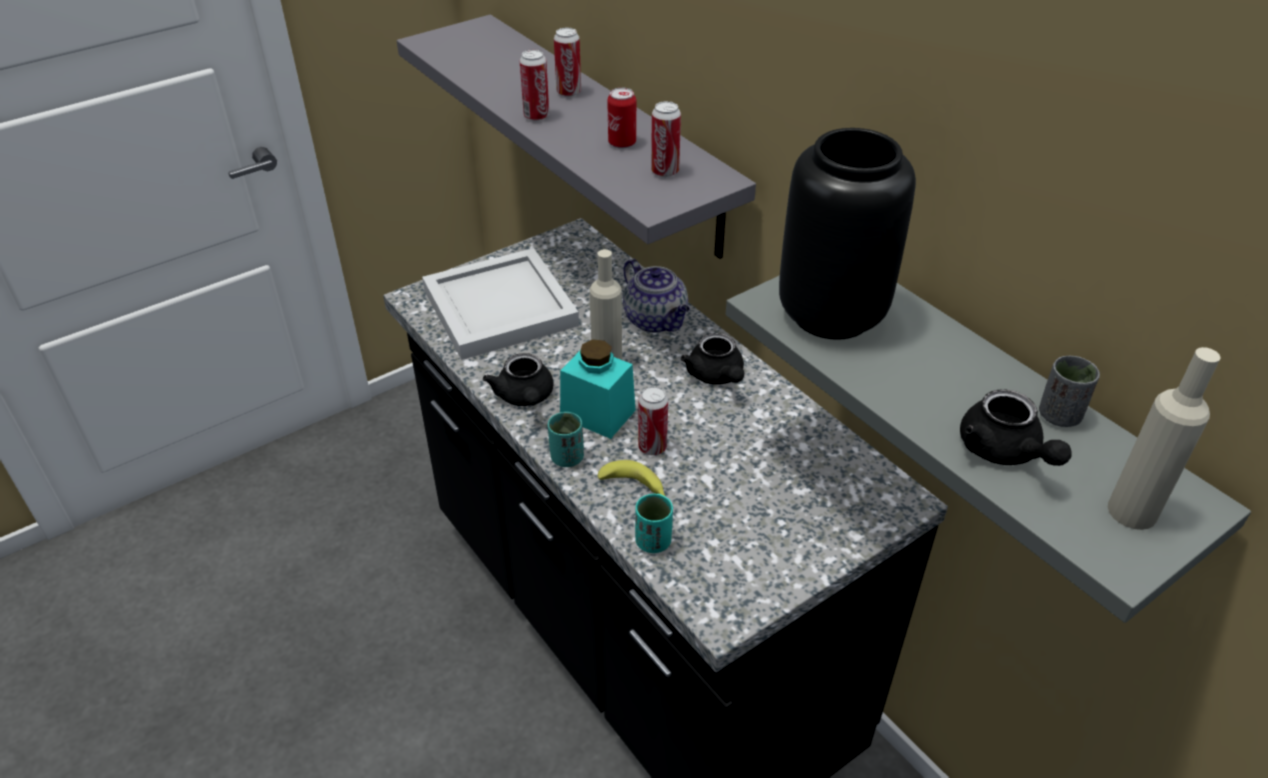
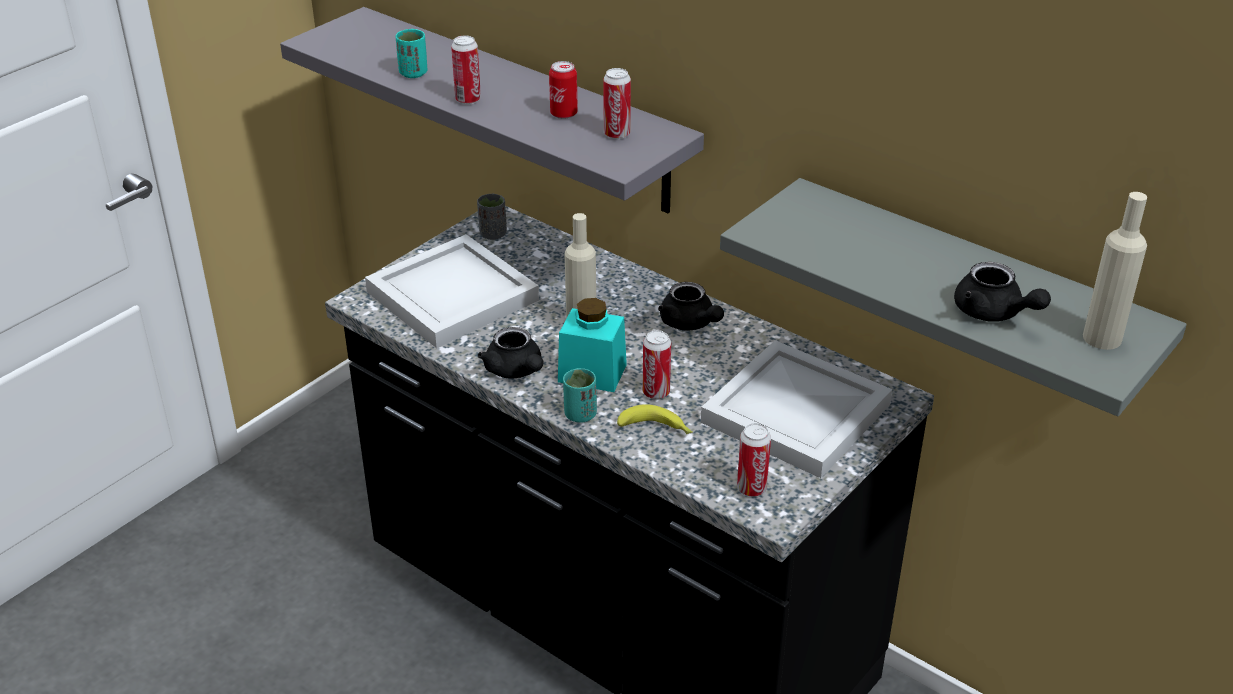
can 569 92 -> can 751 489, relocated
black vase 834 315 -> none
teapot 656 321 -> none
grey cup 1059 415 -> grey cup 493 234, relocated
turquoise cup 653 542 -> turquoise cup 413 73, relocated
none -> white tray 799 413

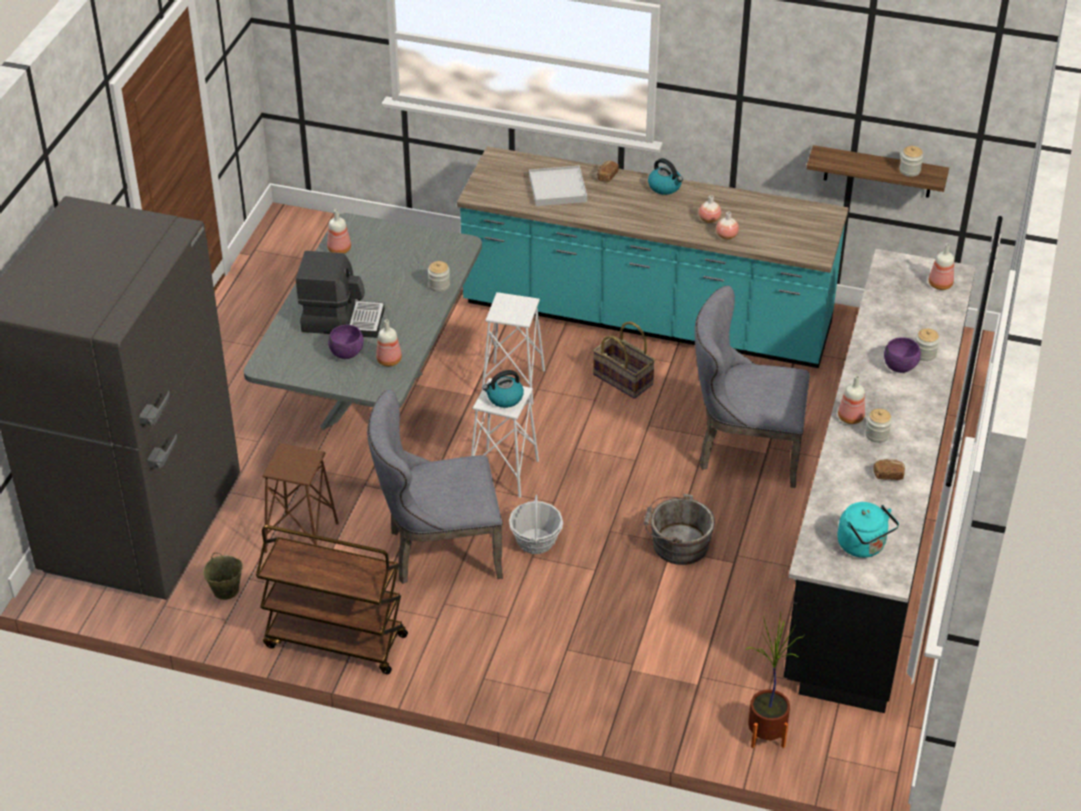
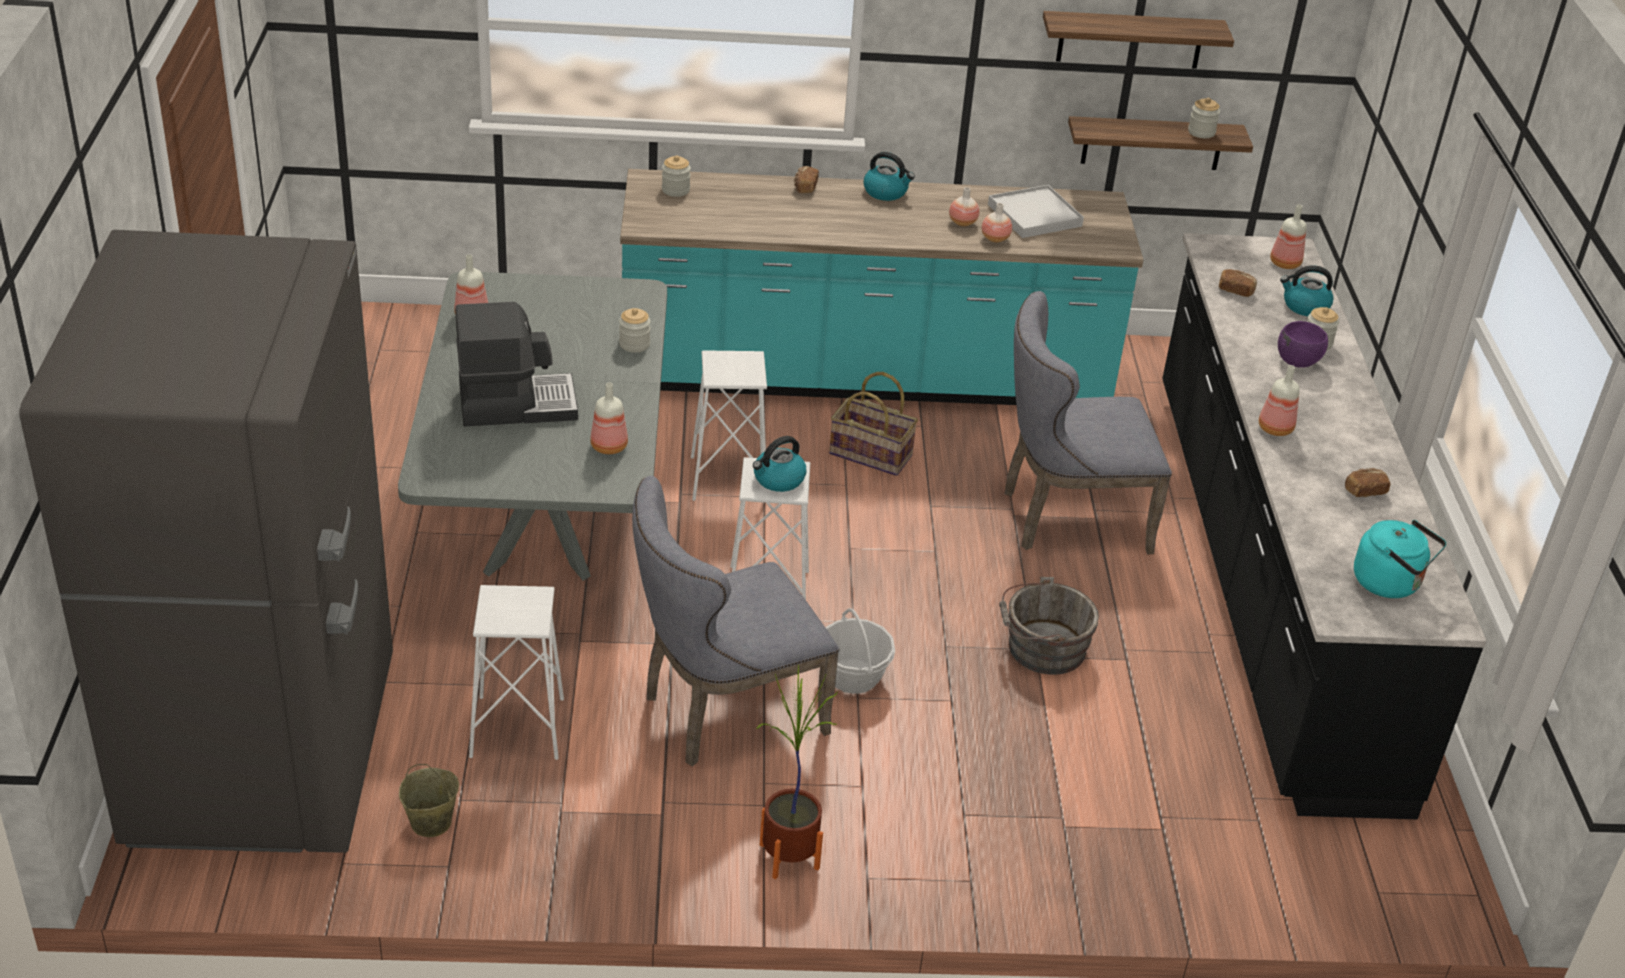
white tray 557 188 -> white tray 1034 215, relocated
purple bowl 346 353 -> none
jar 877 435 -> jar 675 190, relocated
brown stool 301 538 -> white stool 517 728
brown cart 334 641 -> none
potted plant 766 734 -> potted plant 789 856, relocated
none -> shelf 1130 40
none -> kettle 1304 306
none -> bread 1235 290

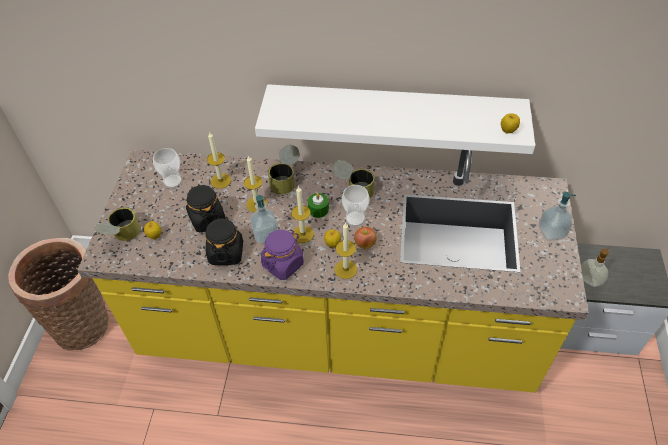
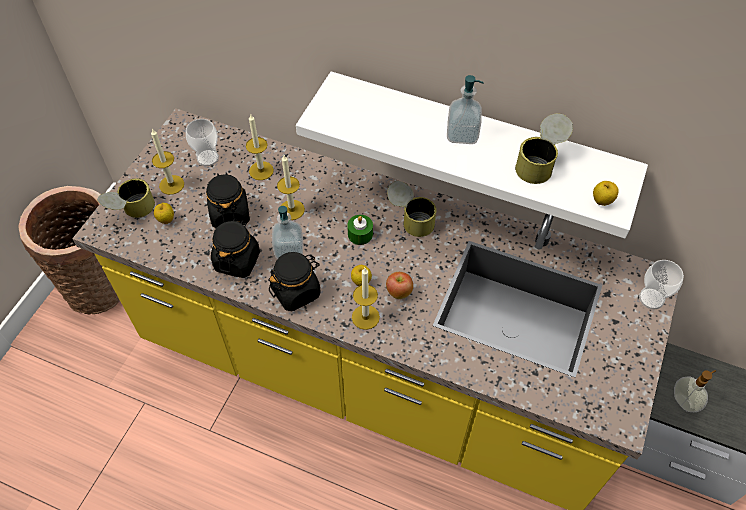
can 286 180 -> can 540 163, relocated
cup 355 218 -> cup 651 298, relocated
candle 302 234 -> candle 171 185, relocated
soap dispenser 551 232 -> soap dispenser 462 134, relocated
purple jar 283 264 -> black jar 296 291

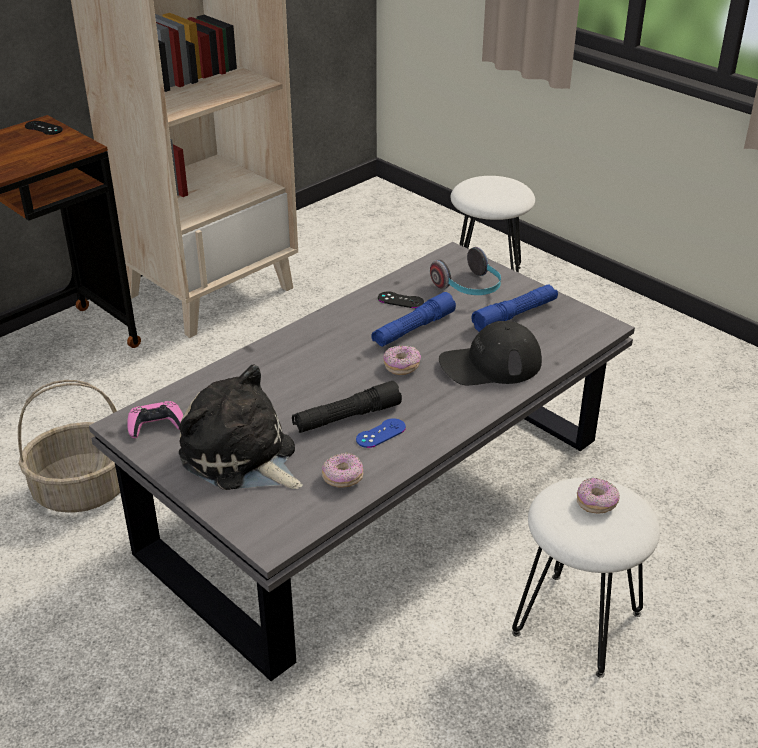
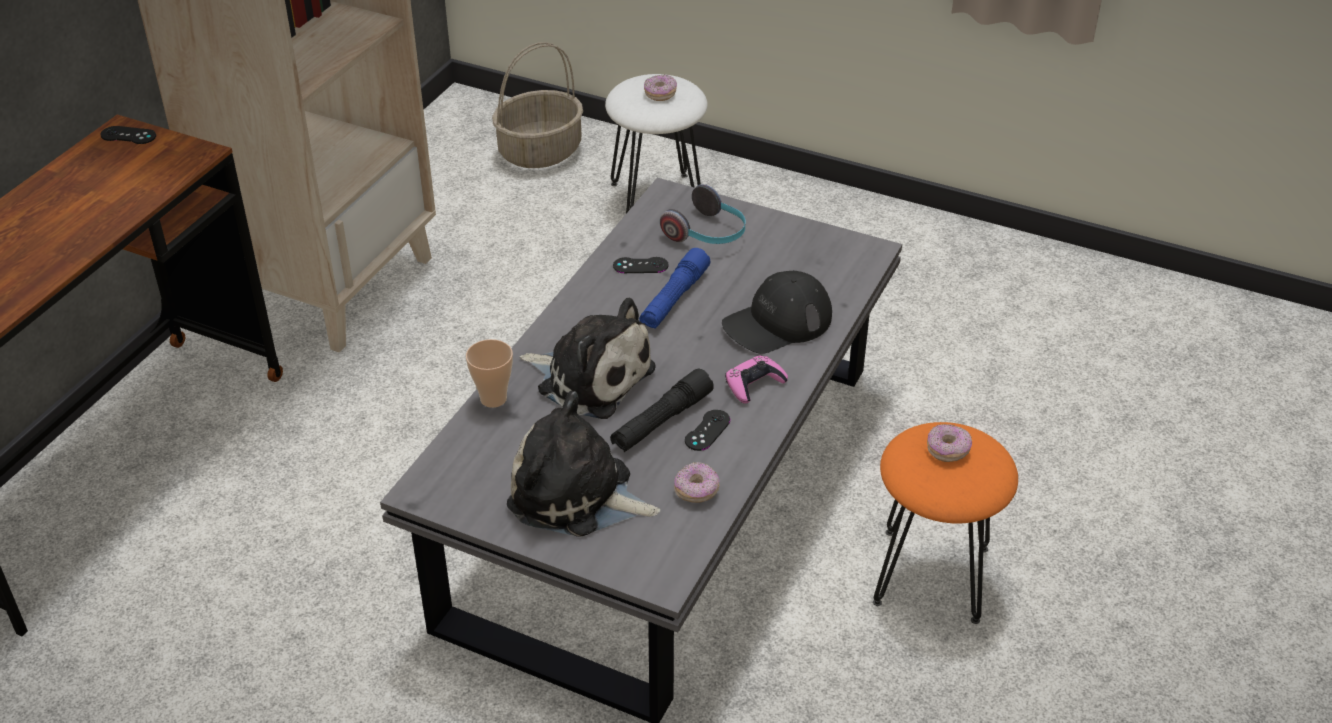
blue flashlight 515 315 -> none
donut 401 367 -> donut 660 94, relocated
basket 83 489 -> basket 540 151, relocated
pink game controller 156 425 -> pink game controller 754 384, relocated
blue game controller 381 433 -> black game controller 707 430
white stool 578 623 -> orange stool 932 575
none -> plush toy 590 377
none -> cup 493 399

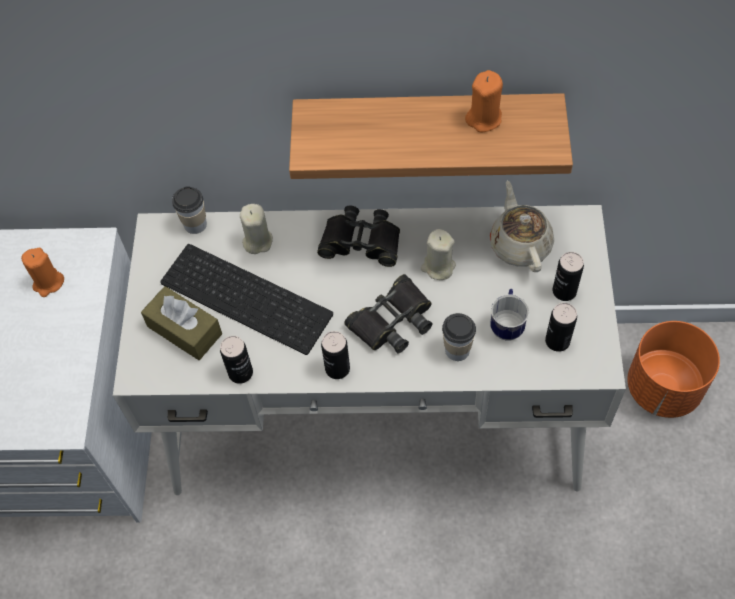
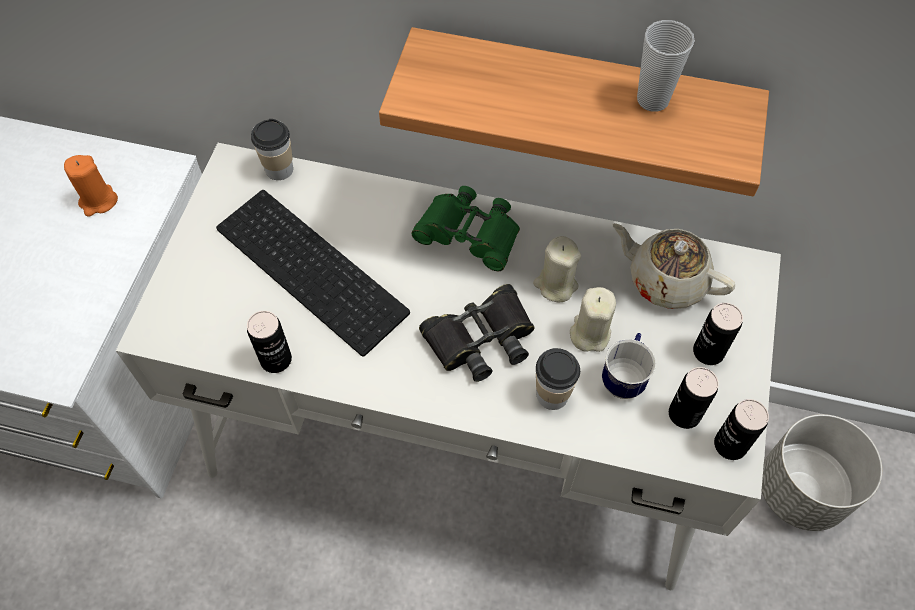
orange candle 484 118 -> cup 652 100
beige teapot 520 244 -> beige teapot 665 280, 60 degrees counterclockwise
beige candle 257 241 -> beige candle 589 333, relocated
black binoculars 361 242 -> green binoculars 469 233
brown tissue box 184 330 -> none
orange planter 663 388 -> grey planter 801 491
can 337 368 -> can 730 445, relocated

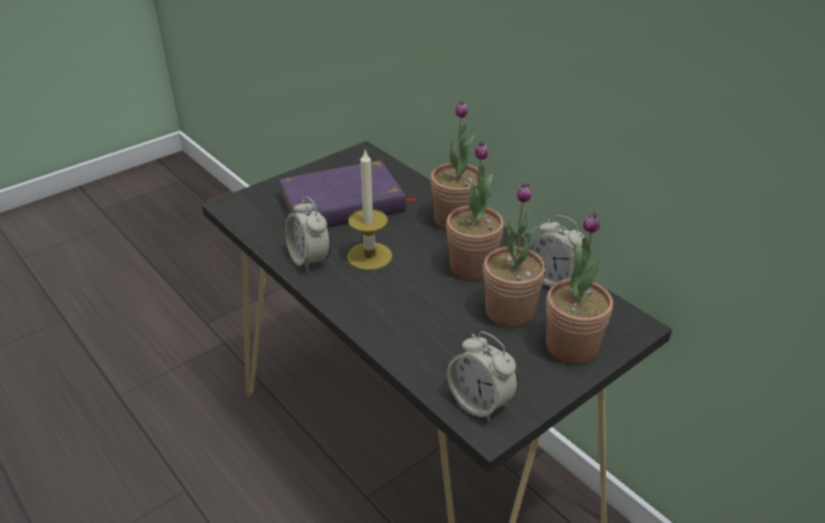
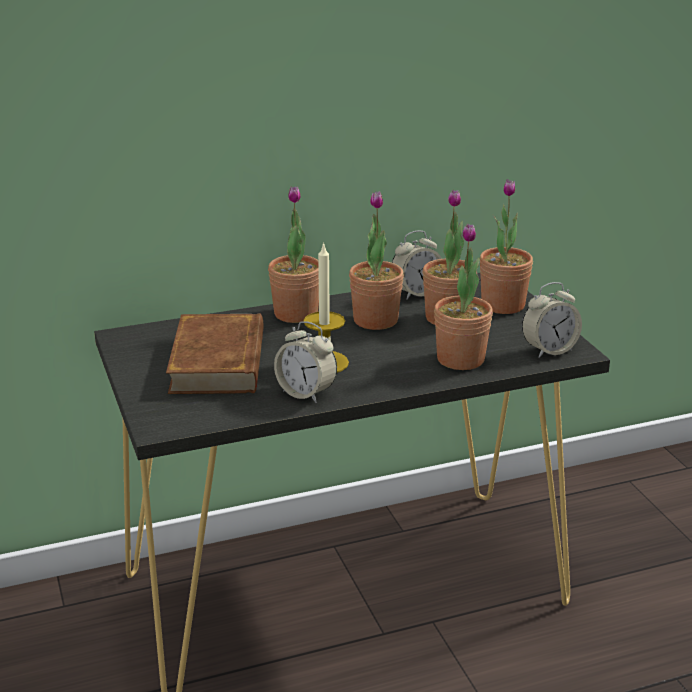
purple book 343 204 -> brown book 219 362
alarm clock 309 259 -> alarm clock 306 393, 45 degrees clockwise
none -> potted plant 460 359

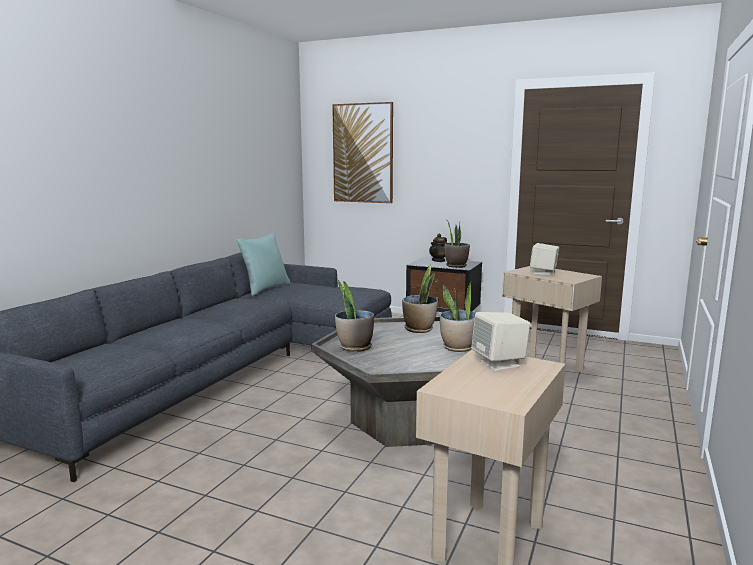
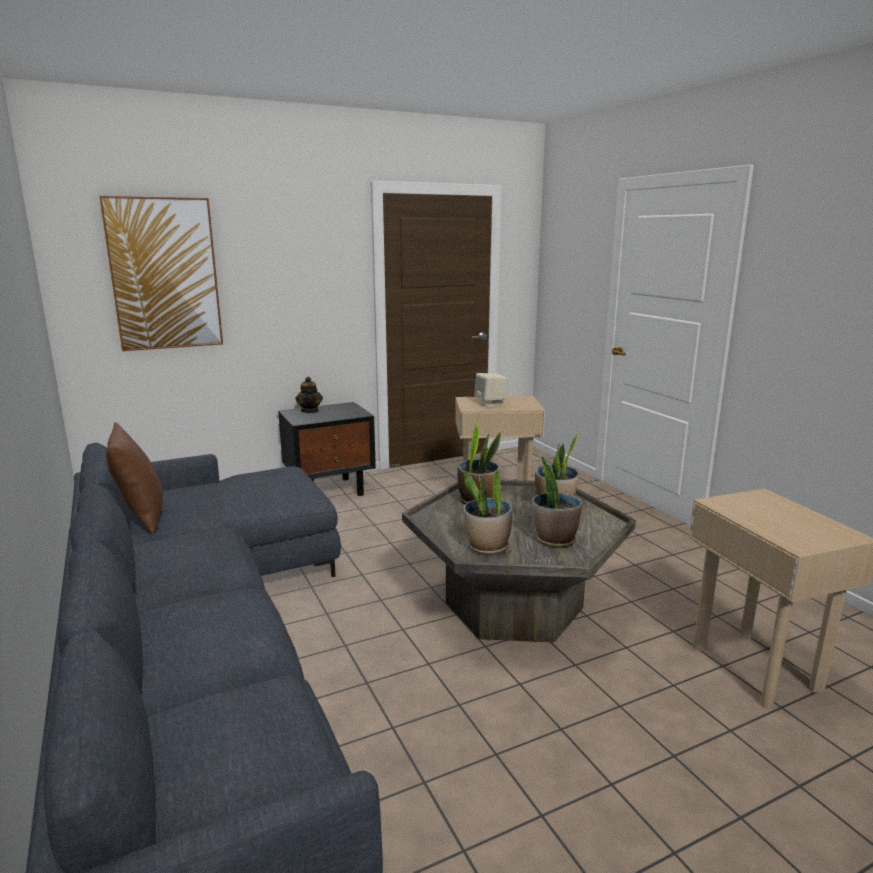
potted plant 456 266 -> potted plant 554 540, relocated
turquoise pillow 265 289 -> brown pillow 141 516
beige speaker 499 363 -> none

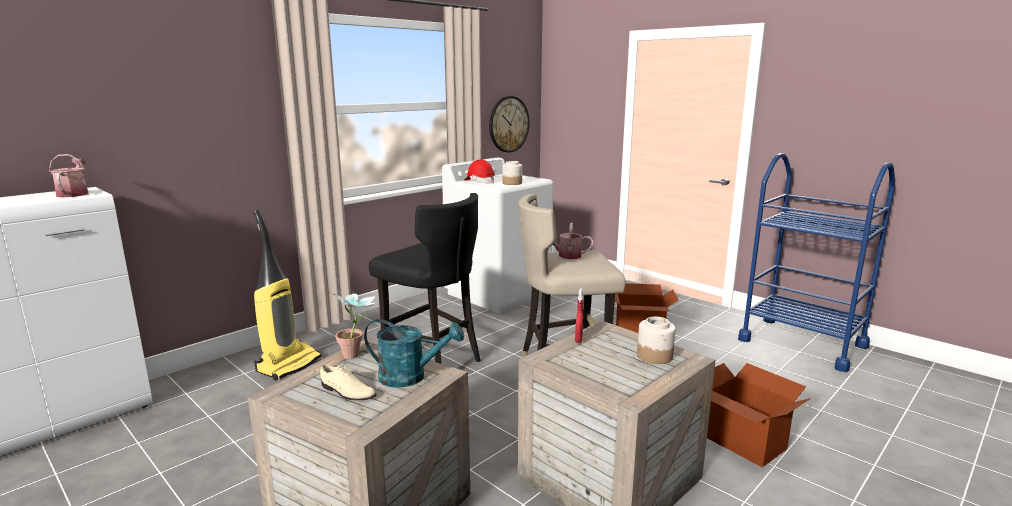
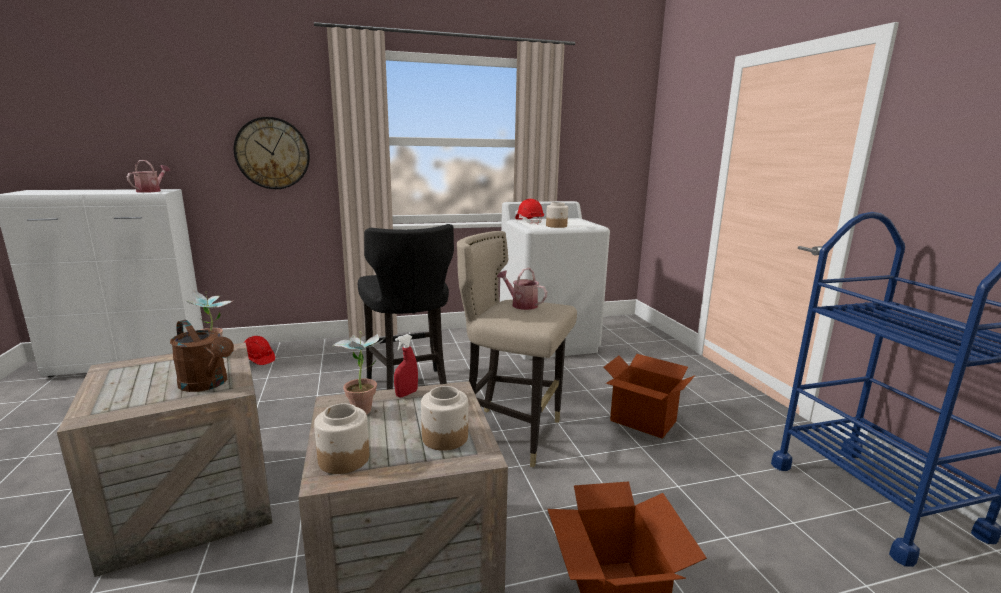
wall clock 508 124 -> wall clock 272 153, relocated
vacuum cleaner 289 364 -> none
turquoise watering can 411 377 -> brown watering can 207 384
beige shoe 347 391 -> none
none -> potted plant 364 407
none -> red hard hat 258 359
none -> jar 343 459

